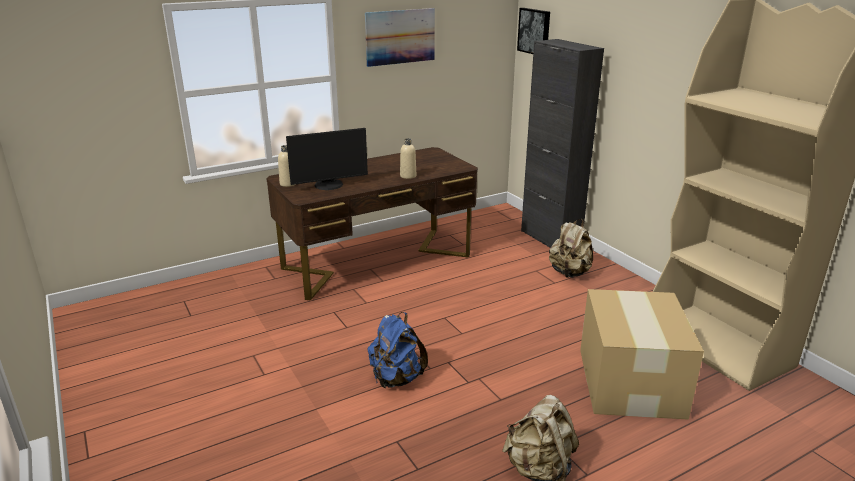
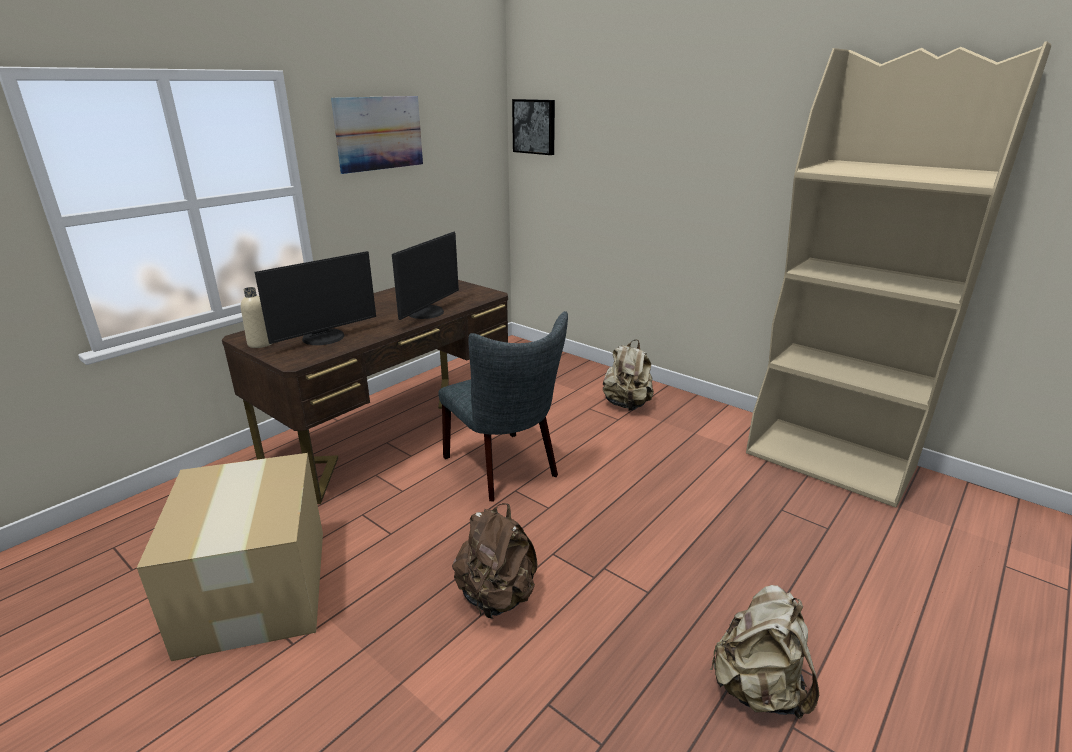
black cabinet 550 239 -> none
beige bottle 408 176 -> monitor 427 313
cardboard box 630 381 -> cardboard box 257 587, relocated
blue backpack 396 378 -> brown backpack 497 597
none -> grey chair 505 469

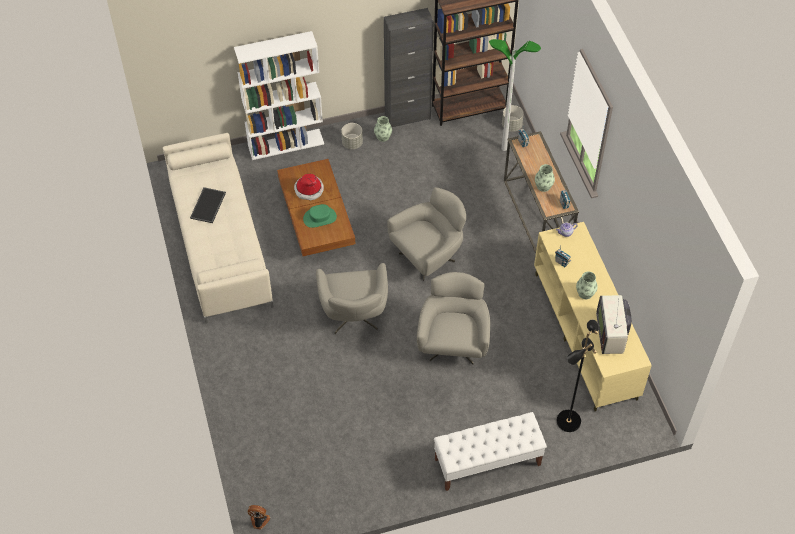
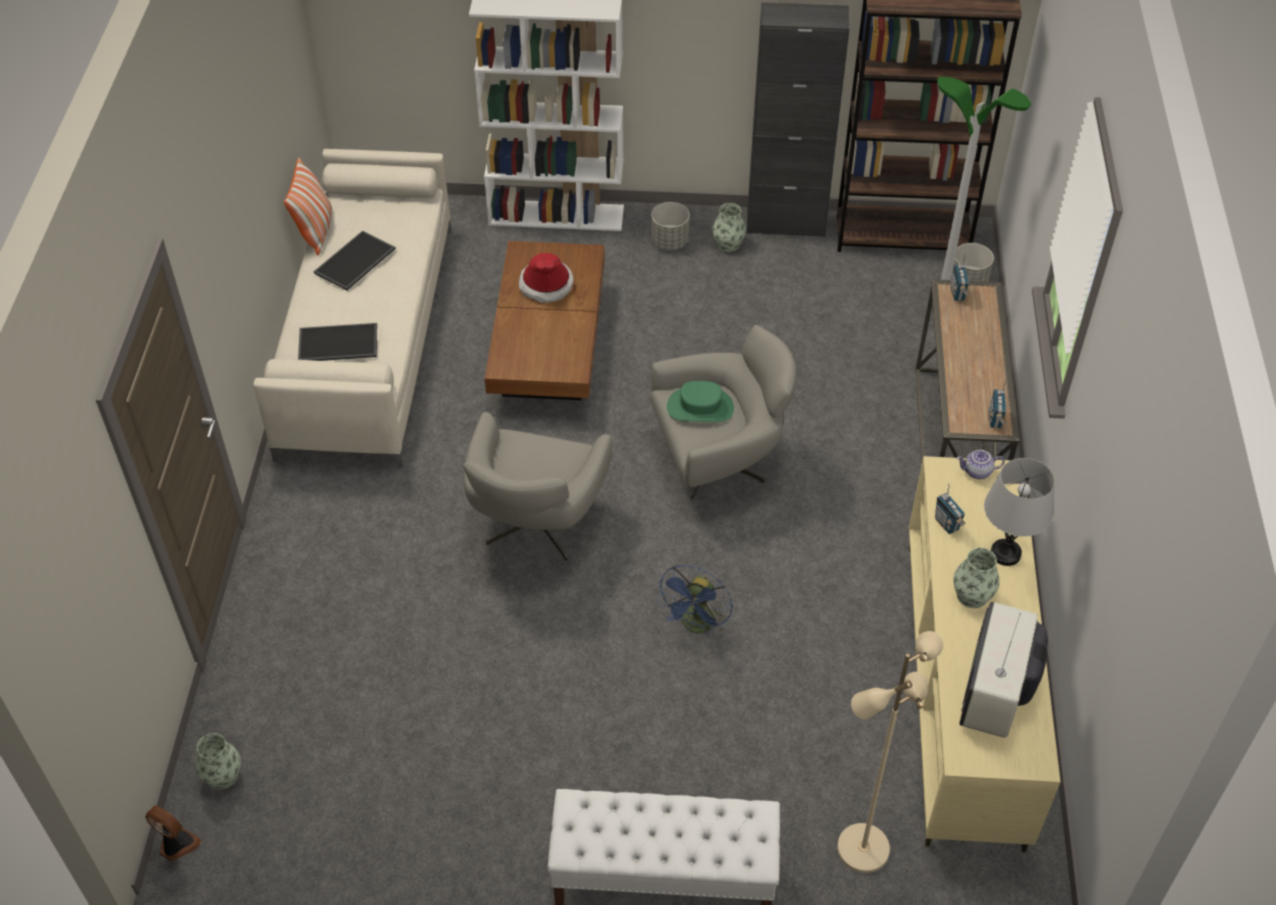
vase 543 186 -> vase 223 776, relocated
green hat 319 218 -> green hat 700 407, relocated
grey armchair 453 343 -> blue fan 696 626
black floor lamp 568 420 -> beige floor lamp 862 847
none -> pillow 315 231
none -> tray 337 344
none -> grey table lamp 1005 553

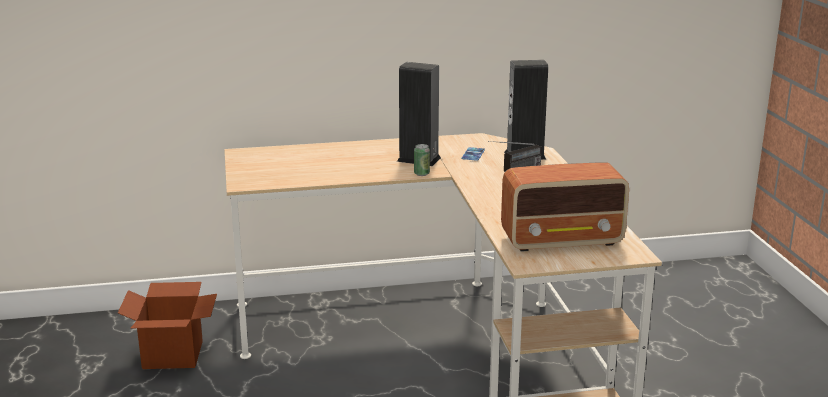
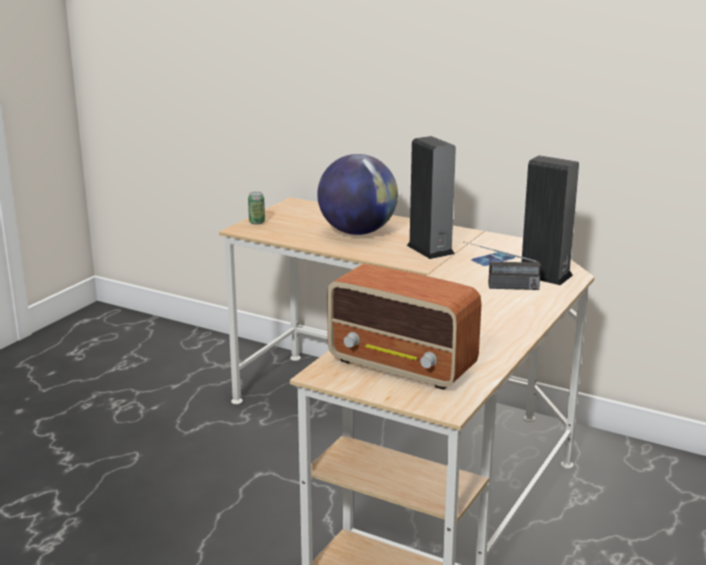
can 421 174 -> can 257 222, relocated
cardboard box 172 355 -> none
none -> globe 357 232

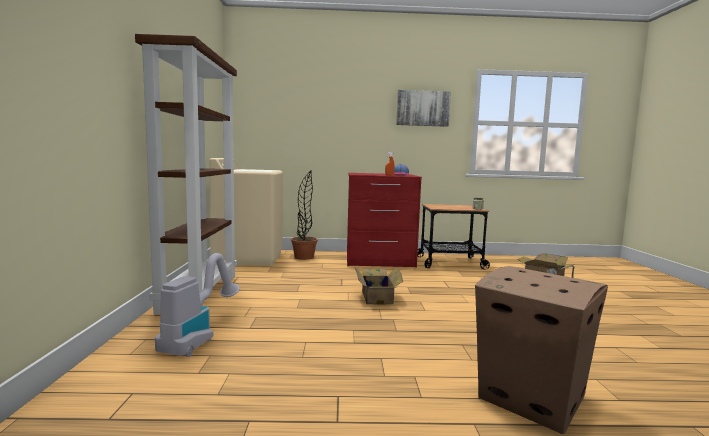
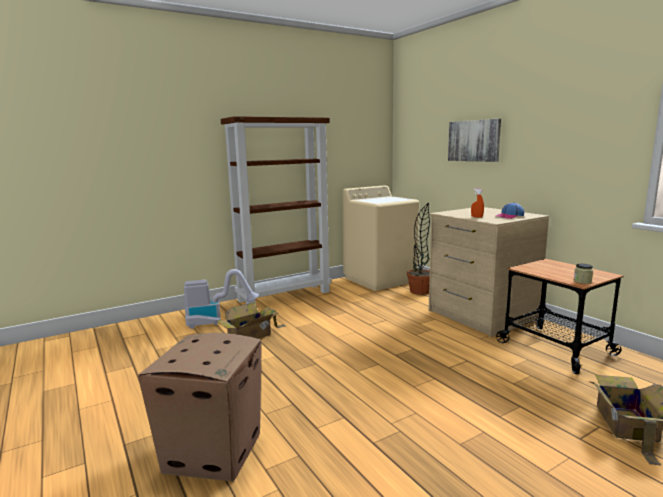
picture 423 108 -> picture 474 141, relocated
red dresser 379 259 -> beige dresser 481 315
cardboard box 377 297 -> cardboard box 251 335, relocated

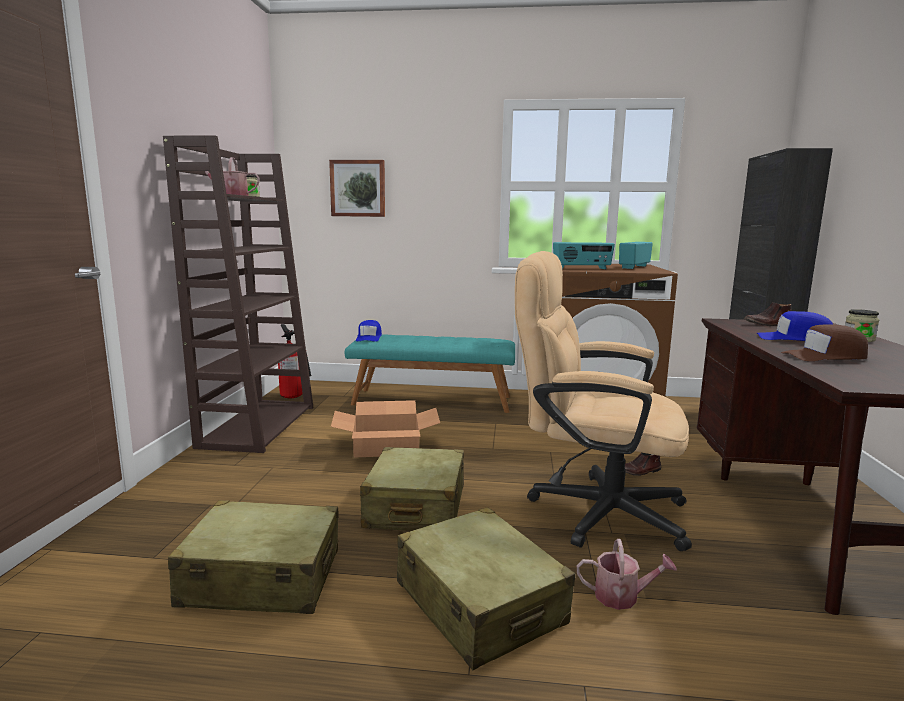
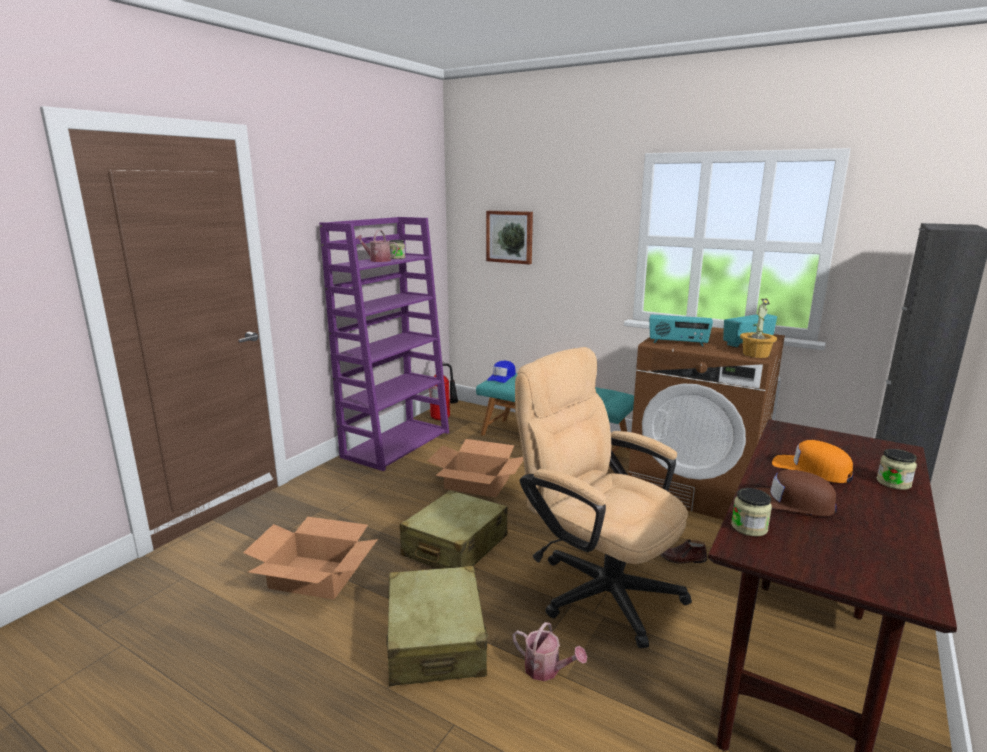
brown bookcase 258 425 -> purple bookcase 396 444
brown shoe 768 324 -> none
blue cap 794 339 -> orange cap 811 469
beige suitcase 262 578 -> cardboard box 315 576
none -> potted plant 755 354
none -> jar 749 527

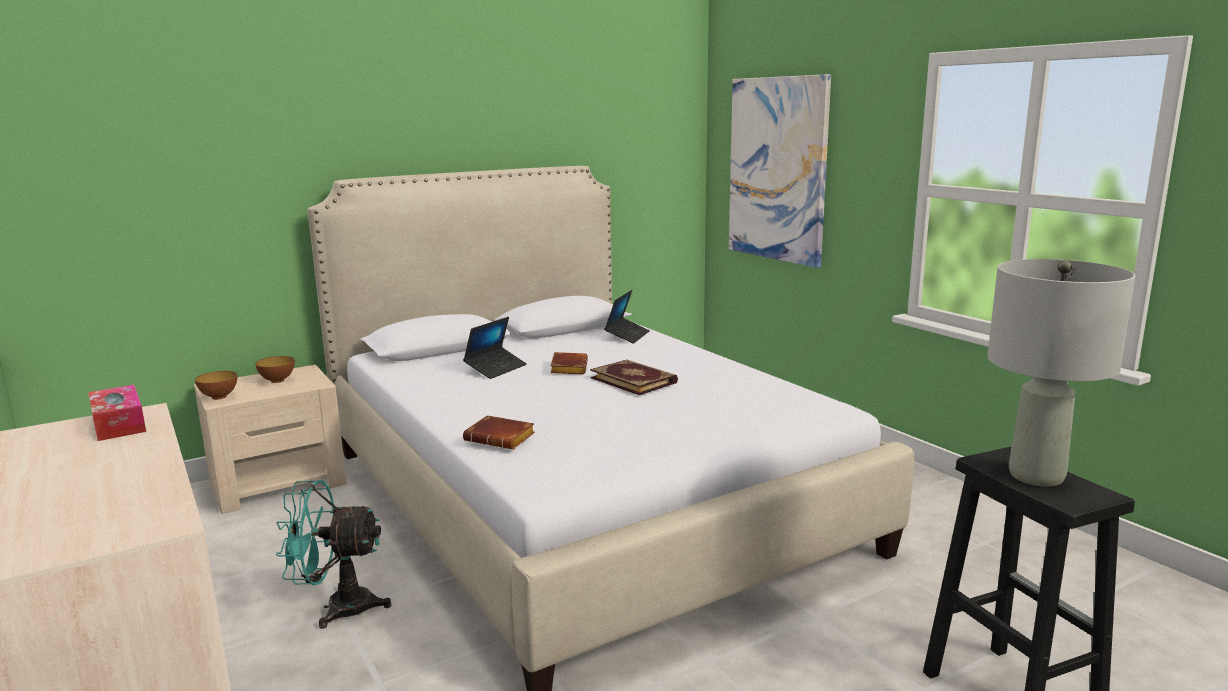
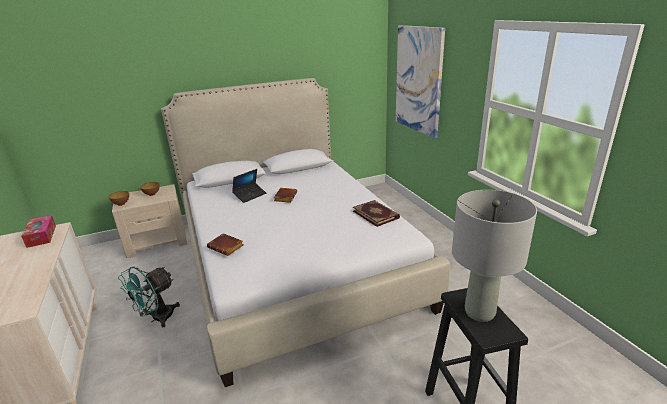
laptop 627 336 -> none
book 634 380 -> book 376 214, relocated
turquoise fan 337 607 -> turquoise fan 157 318, 60 degrees counterclockwise

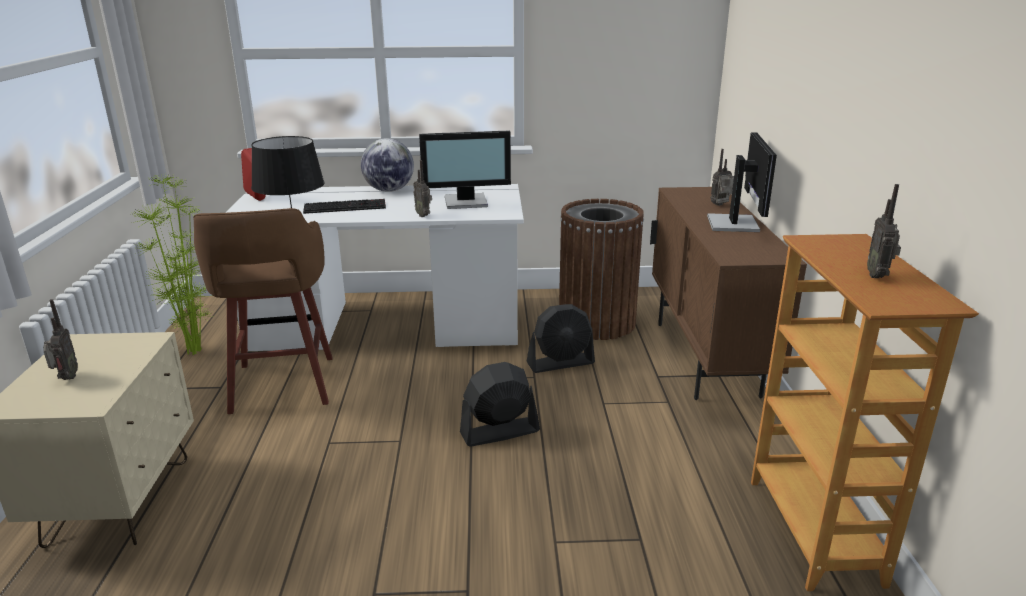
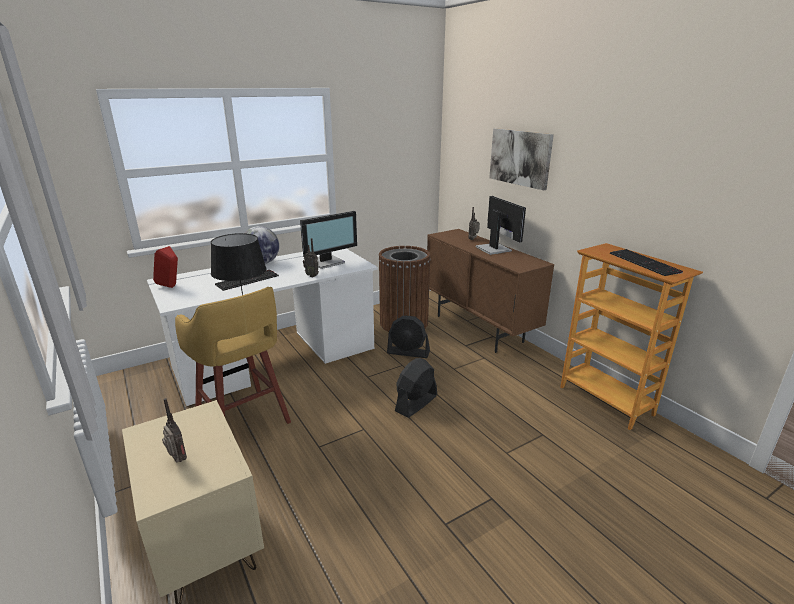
potted plant 197 351 -> none
radio 878 276 -> keyboard 645 263
brown stool 282 386 -> yellow stool 244 421
black fan 561 363 -> black fan 408 352, 60 degrees clockwise
none -> picture 520 157

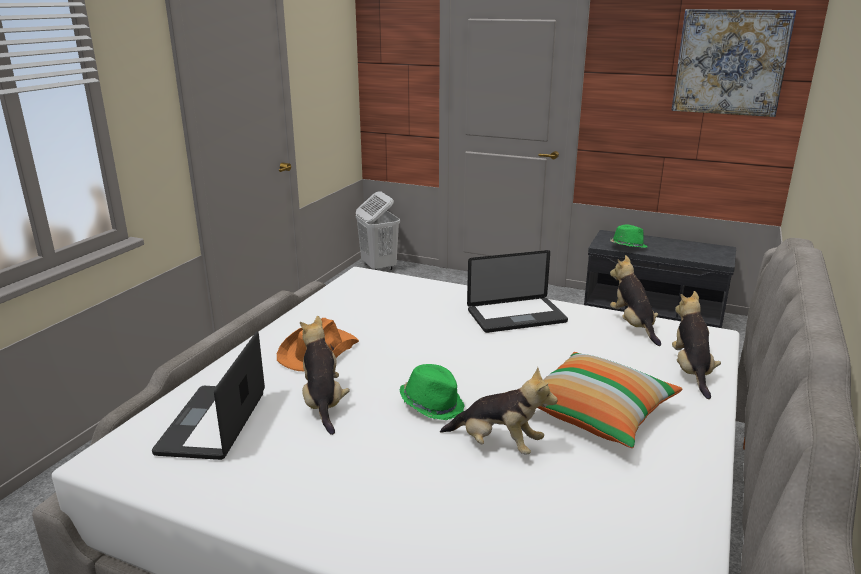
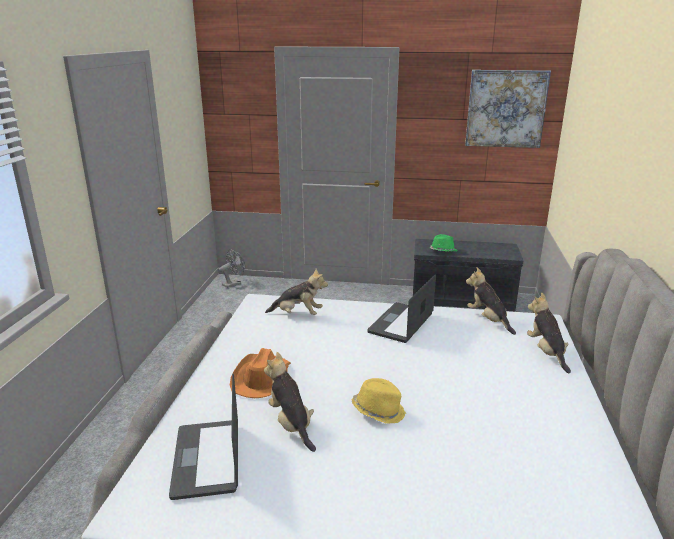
white laundry basket 378 267 -> grey fan 234 283
laptop 516 316 -> laptop 401 323, 150 degrees clockwise
pillow 597 414 -> none
green hat 432 404 -> yellow hat 378 410
plush toy 497 444 -> plush toy 298 314, relocated

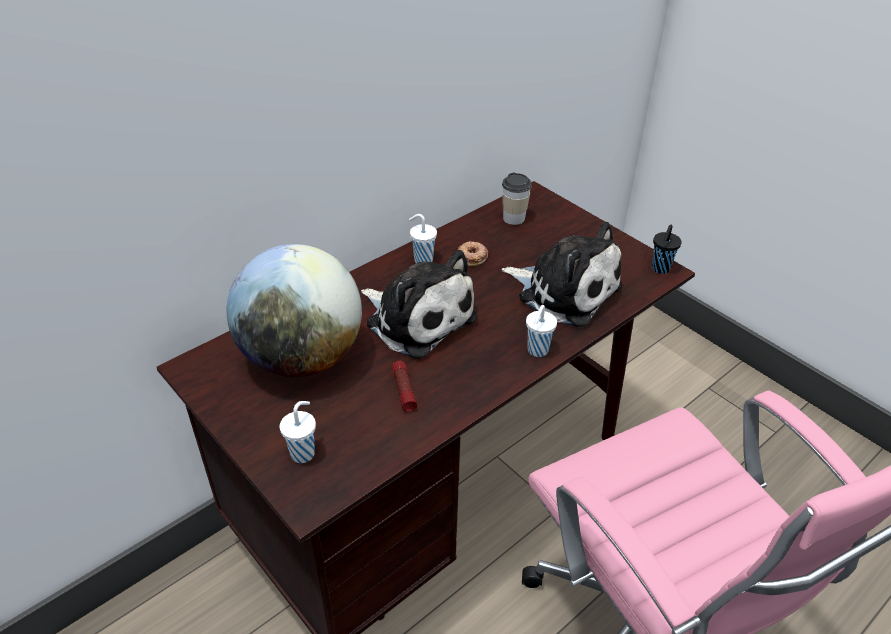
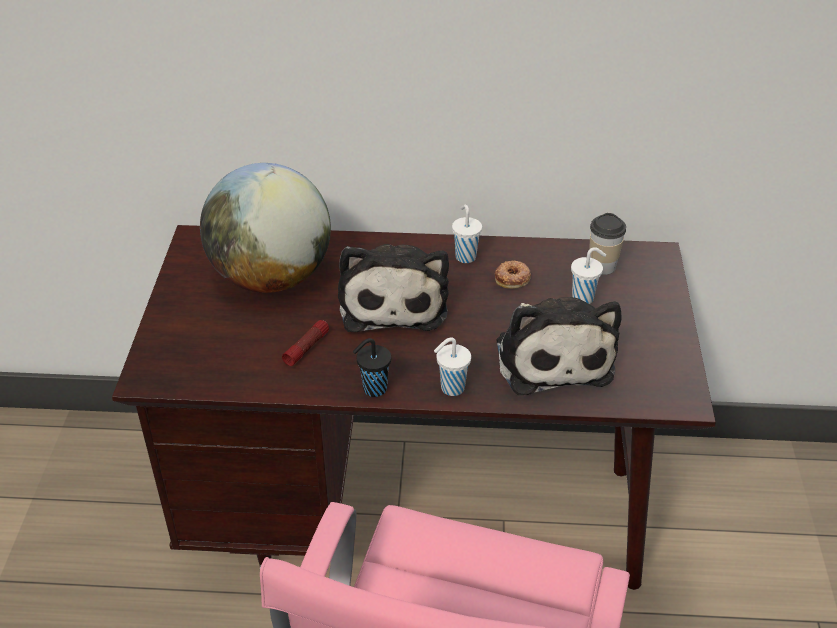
black cup 660 269 -> black cup 373 389, relocated
white cup 303 453 -> white cup 584 298, relocated

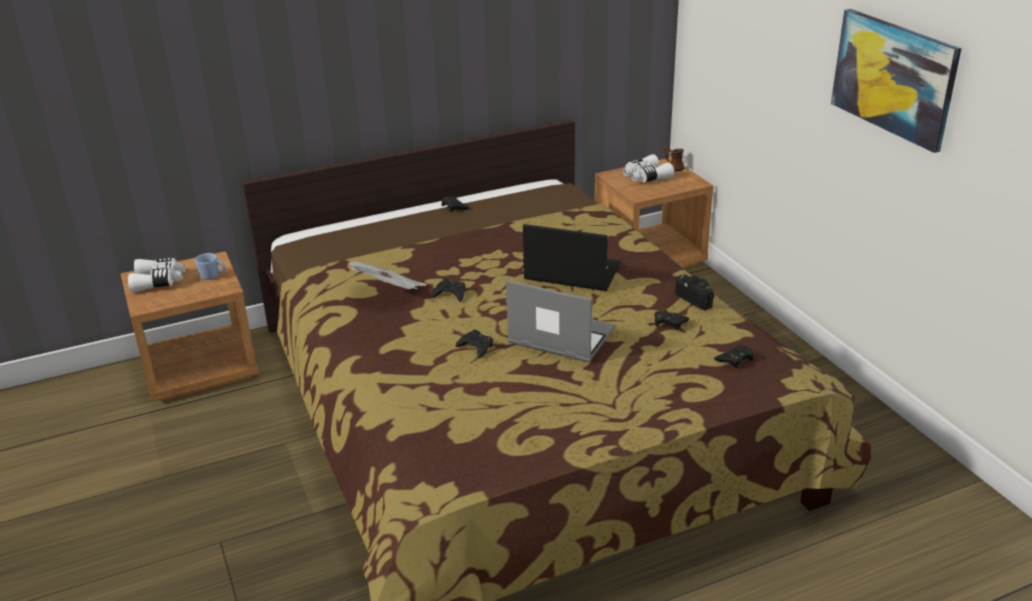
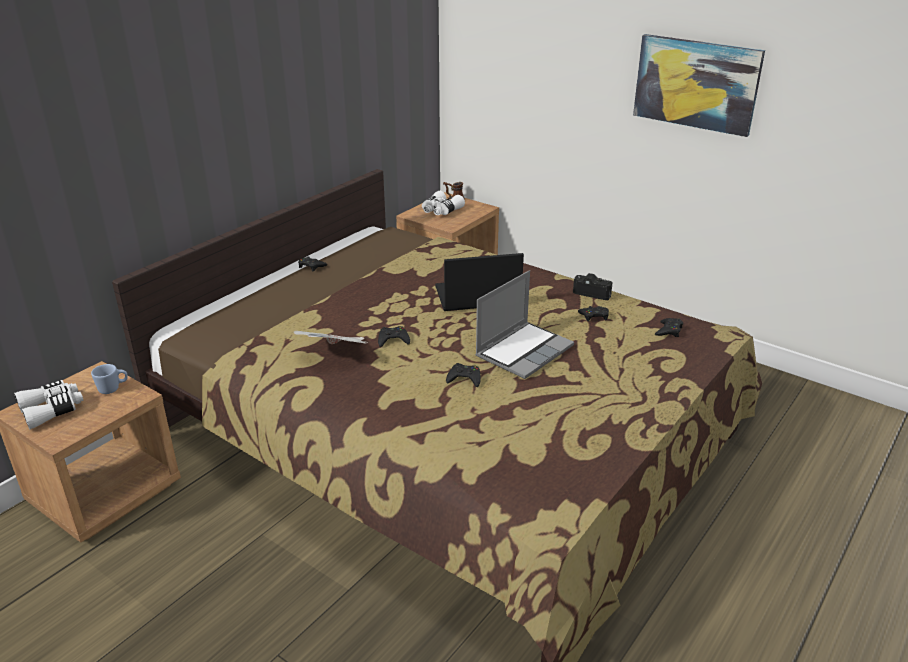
laptop 559 337 -> laptop 524 351, 135 degrees clockwise

